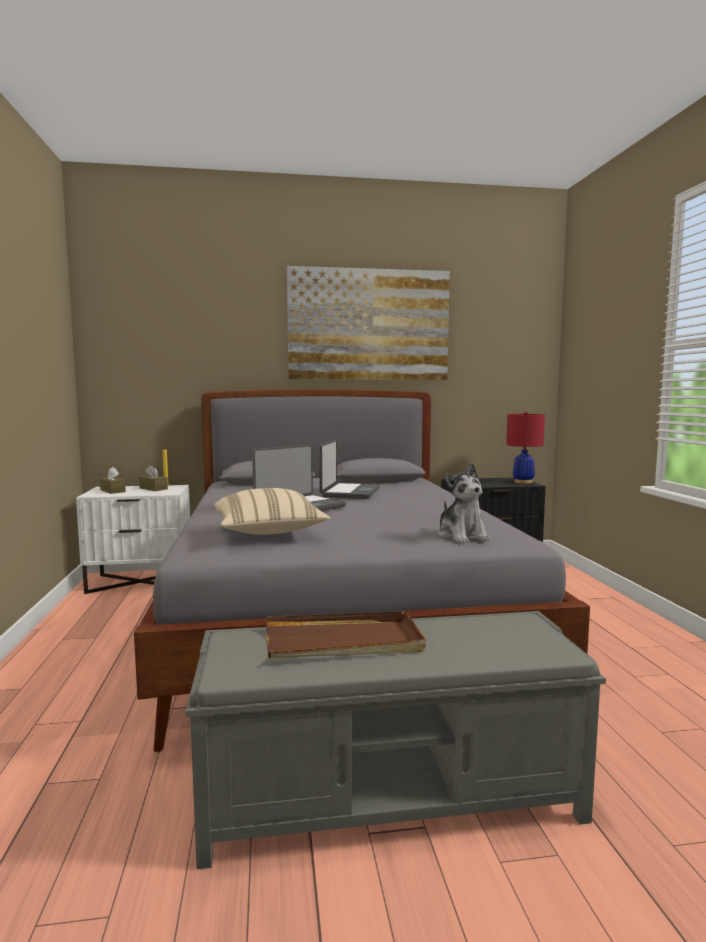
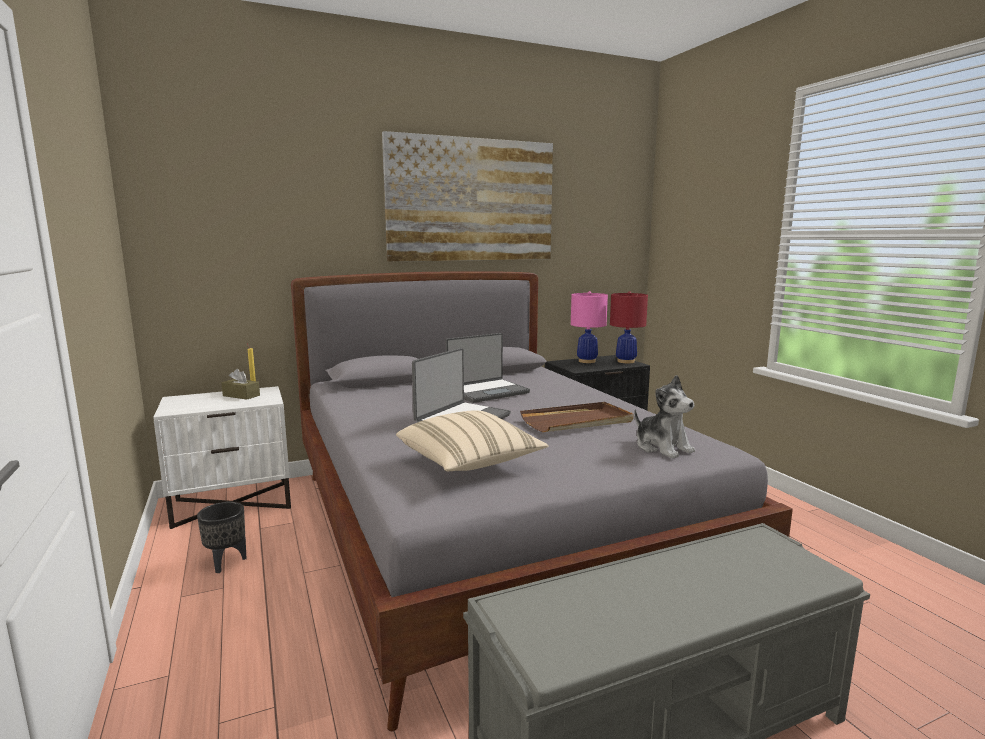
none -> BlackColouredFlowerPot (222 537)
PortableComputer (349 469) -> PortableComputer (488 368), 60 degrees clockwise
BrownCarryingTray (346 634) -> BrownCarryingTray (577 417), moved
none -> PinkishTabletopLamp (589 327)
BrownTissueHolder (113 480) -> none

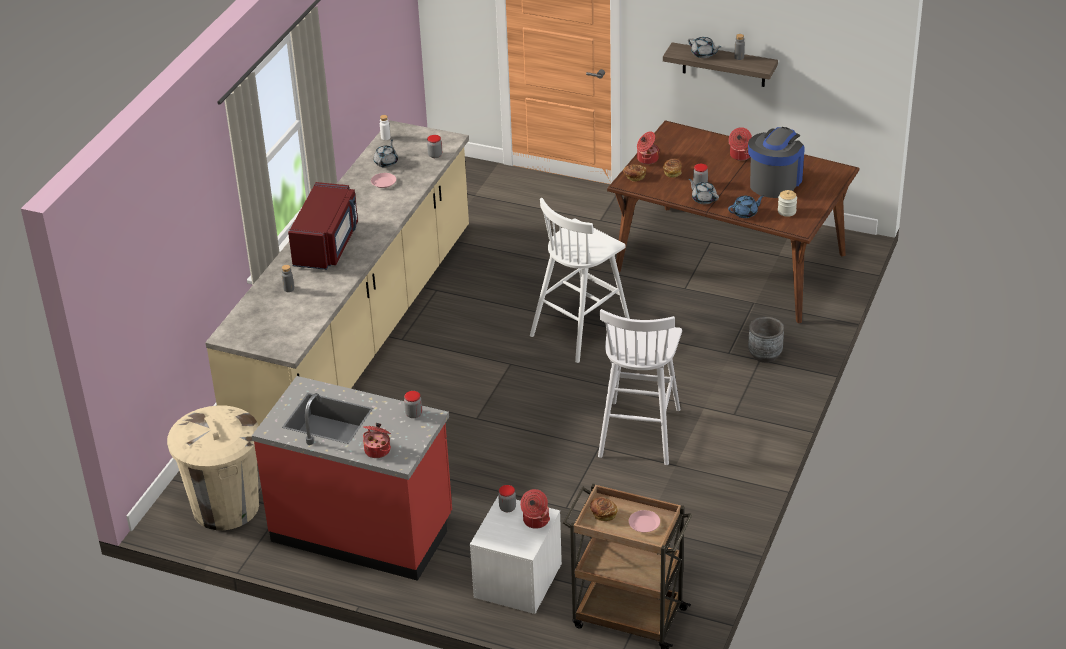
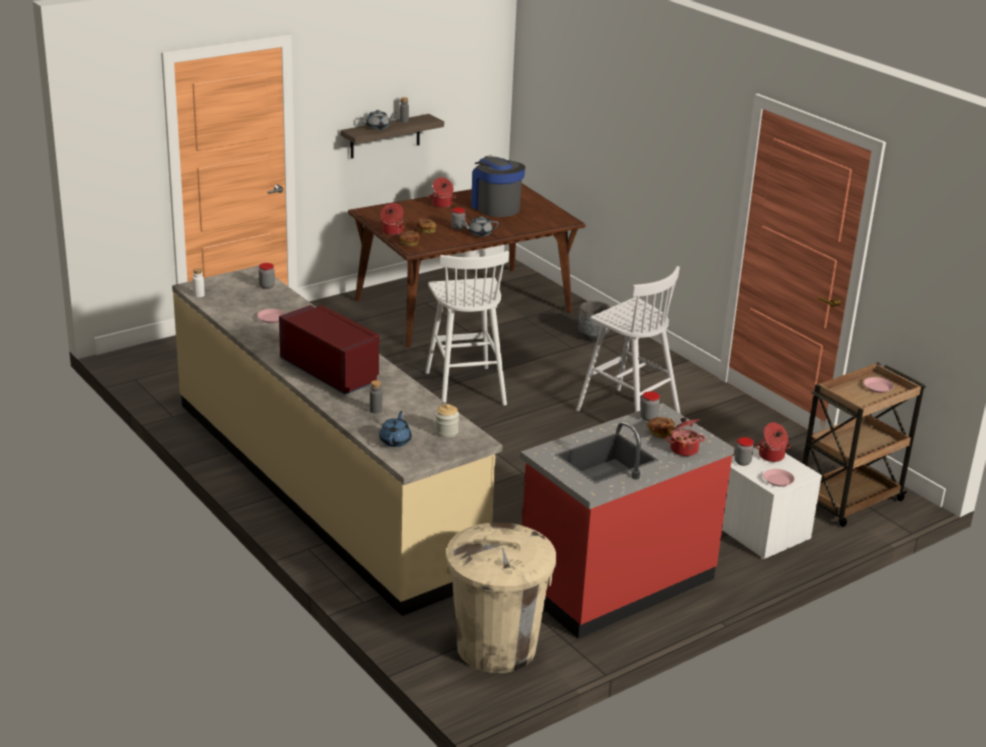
BlueTeaPot (746 206) -> BlueTeaPot (395 429), moved
PreserveJar (787 203) -> PreserveJar (447 421), moved
BakeryBread (604 509) -> BakeryBread (661 428), moved
none -> PinkishPlate (779 478)
GreyishTeaPot (386 153) -> none

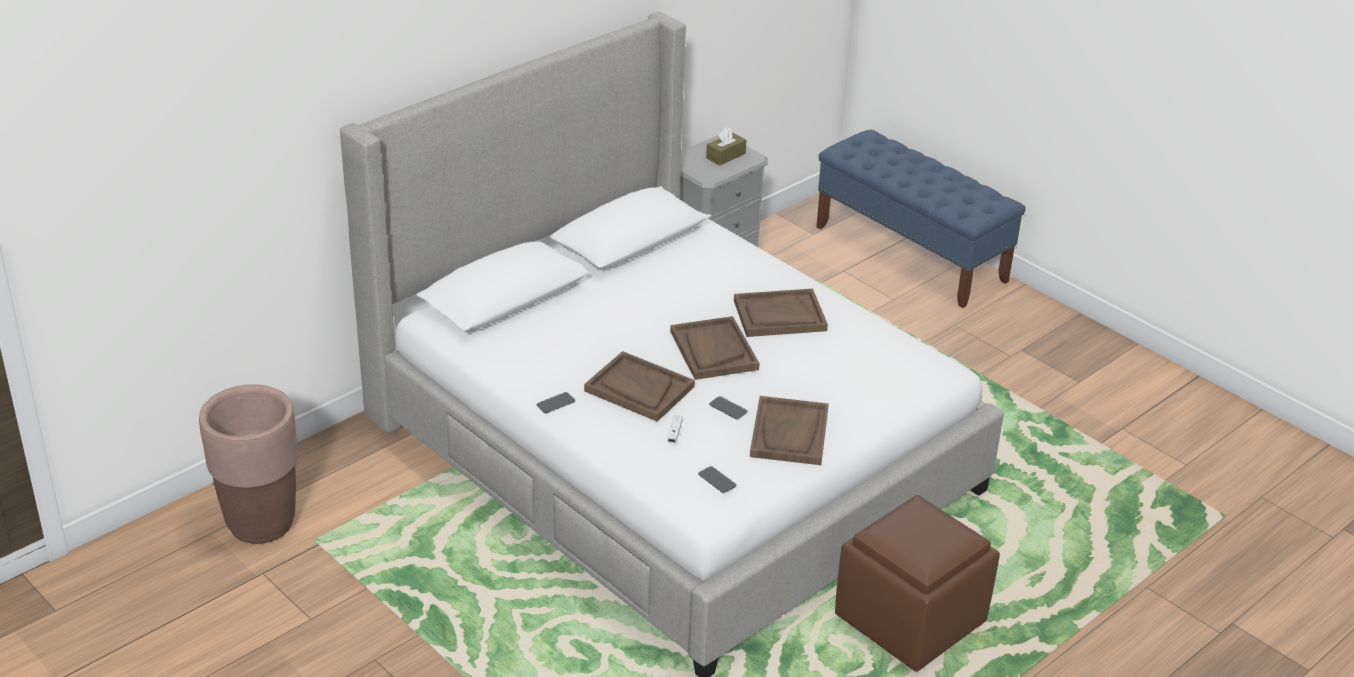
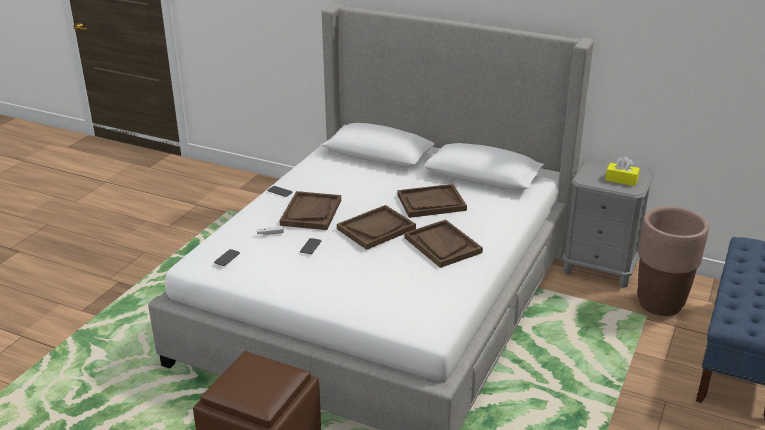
BrownCarryingTray (789 430) -> BrownCarryingTray (432 201), moved
BrownTissueHolder (726 146) -> YellowishTissueHolder (622 171)
BrownFlowerPot (248 464) -> BrownFlowerPot (673 261), moved

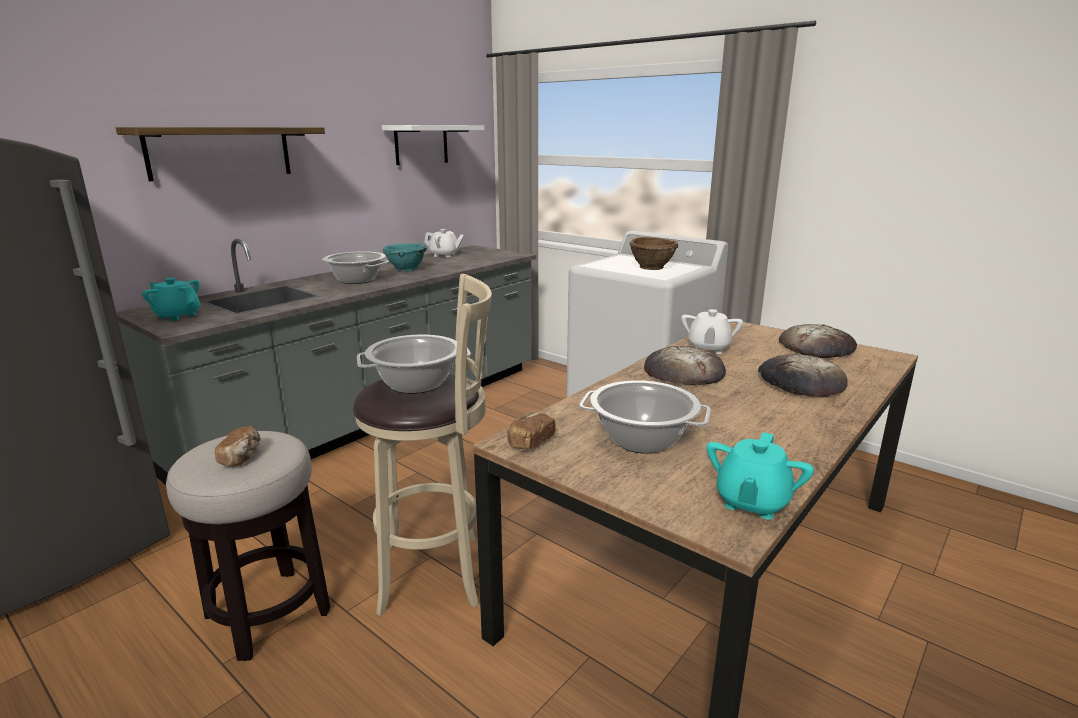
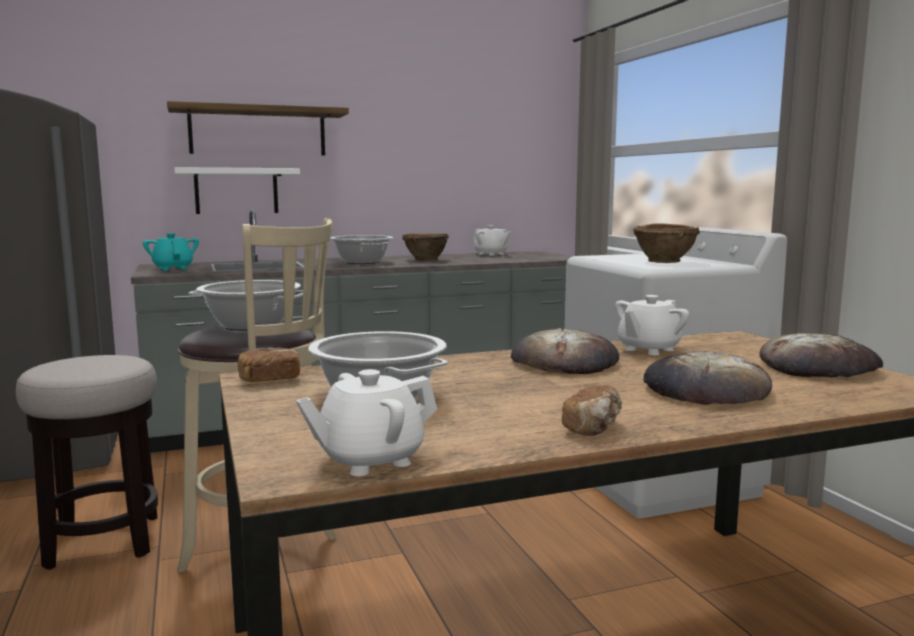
WhiteShelf (433 145) -> WhiteShelf (237 190), moved
BlueGreenTeaPot (760 475) -> WhiteTeaPot (366 422)
BlueGreenServingBowl (404 257) -> BrownServingBowl (425 247)
BakeryBread (237 446) -> BakeryBread (592 410), moved

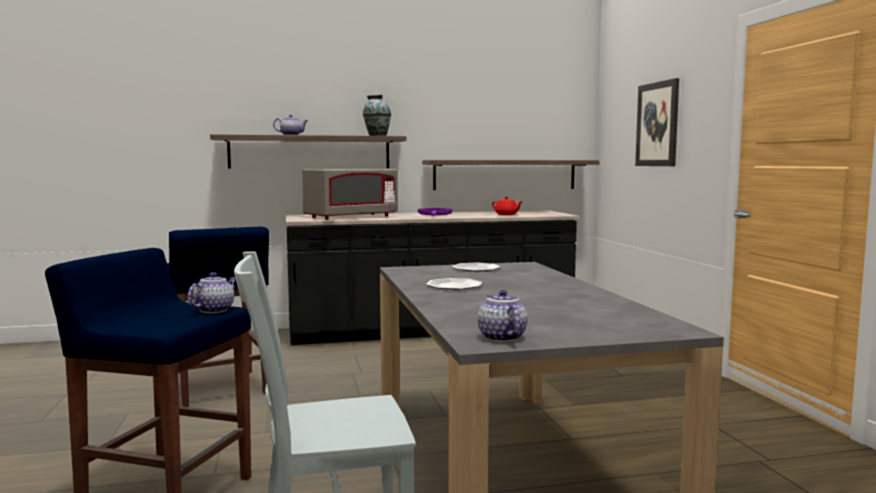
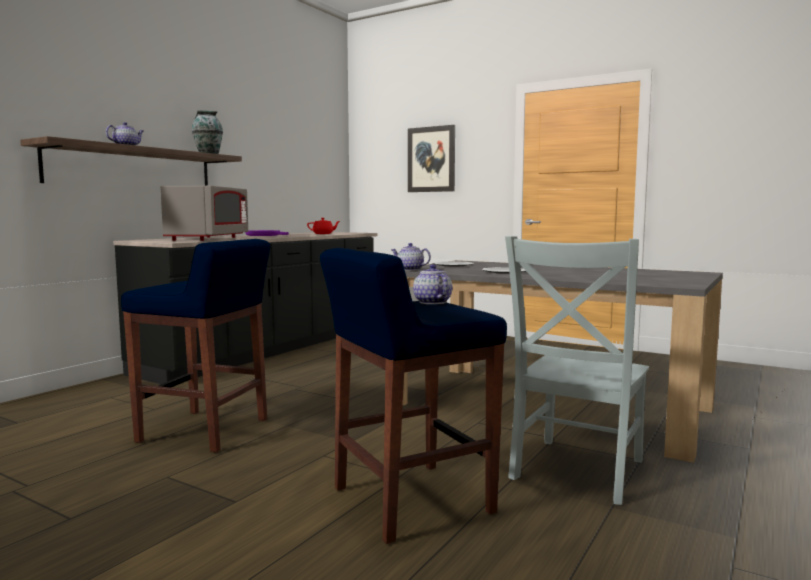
TeaPot (503 316) -> TeaPot (411 257), moved
Shelf (511 175) -> none

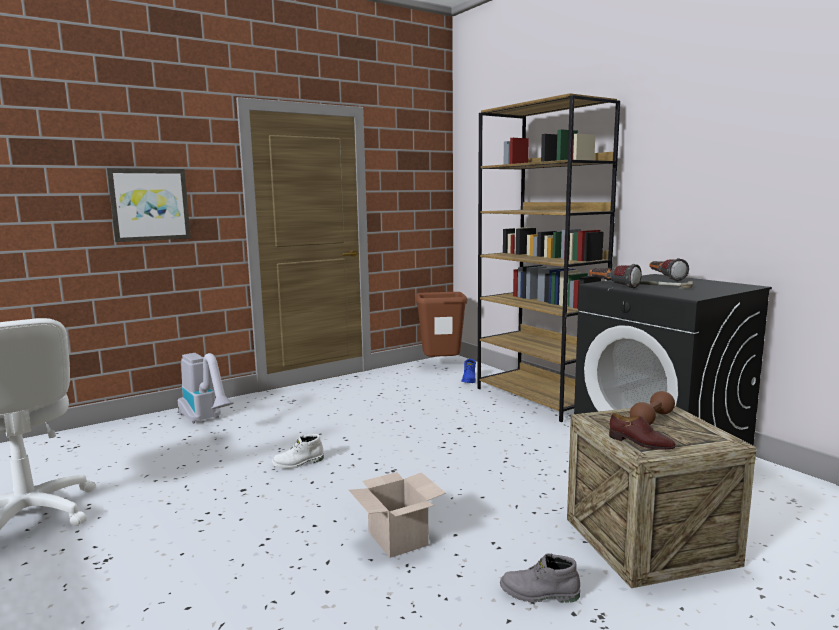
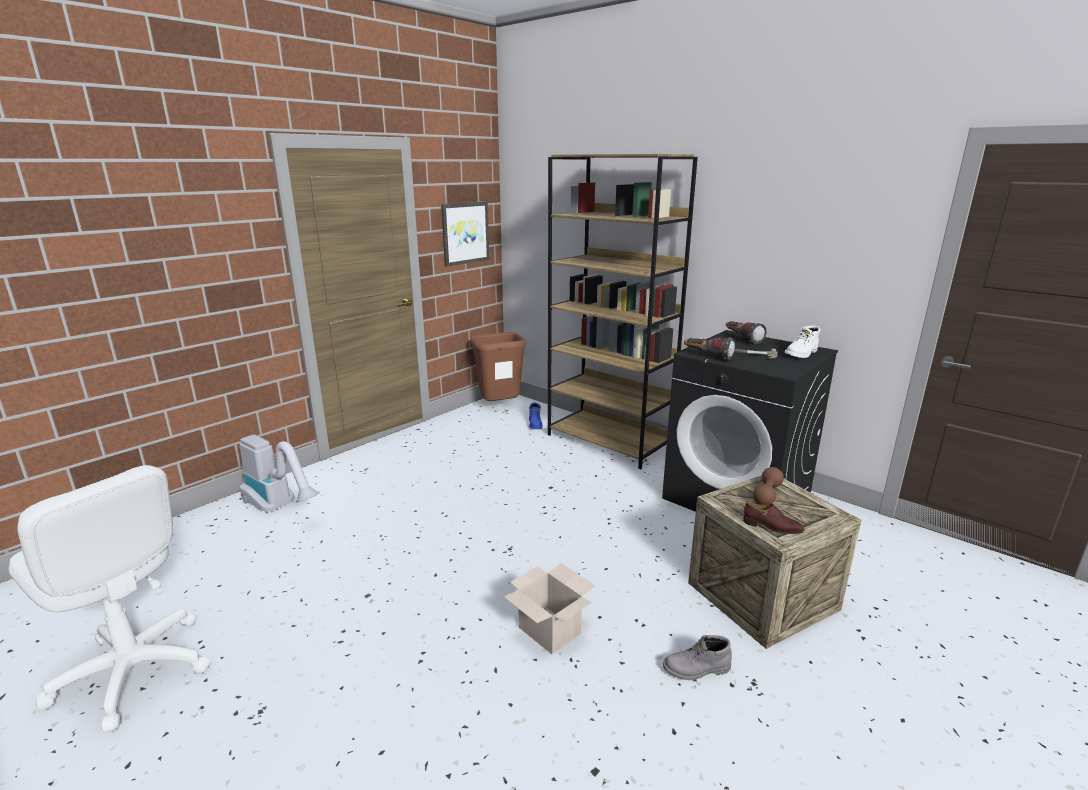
WallArt (149 205) -> WallArt (465 234), moved
WhiteTallBoot (298 451) -> WhiteTallBoot (803 342), moved

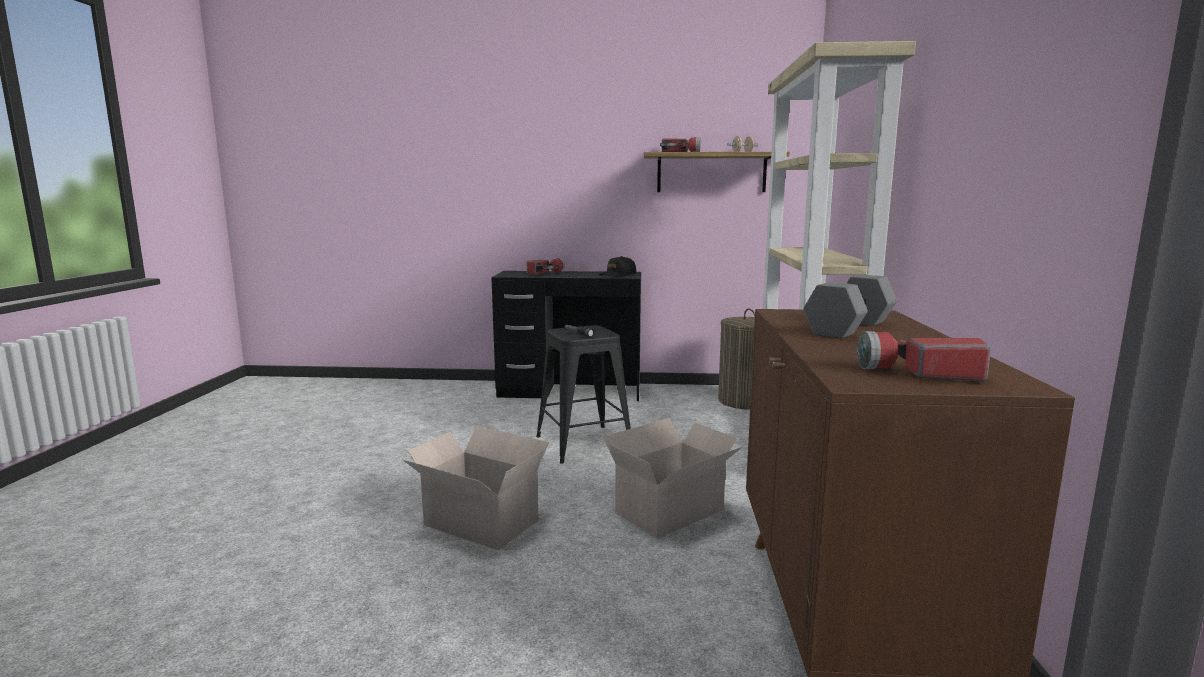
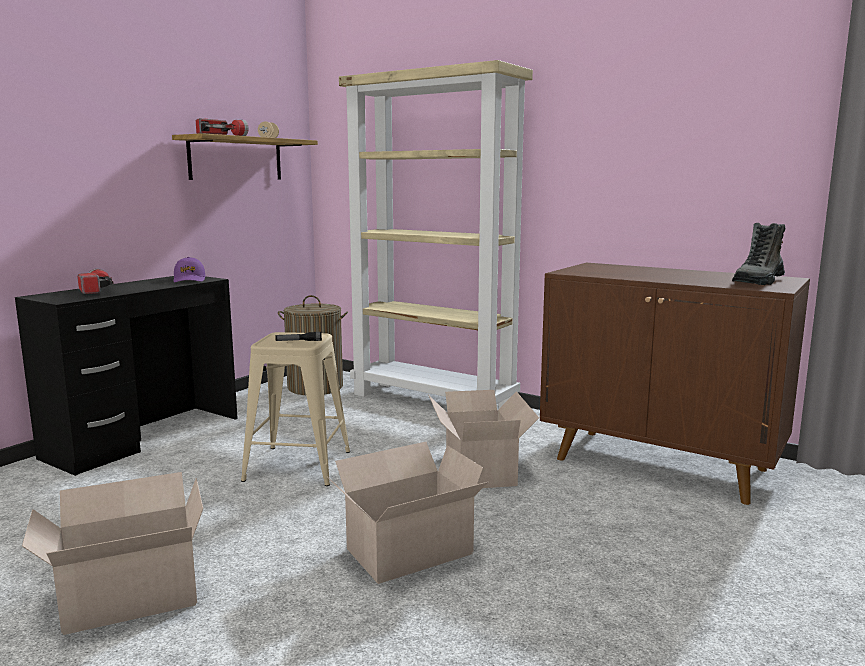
none -> CardboardBox (112 553)
BlackColouredBaseballCap (617 266) -> PurplishBaseballCap (189 269)
BlackColouredStoolSeat (583 394) -> BeigeStoolSeat (295 409)
Flashlight (924 356) -> TallBoot (758 254)
GreyishDumbbell (850 306) -> none

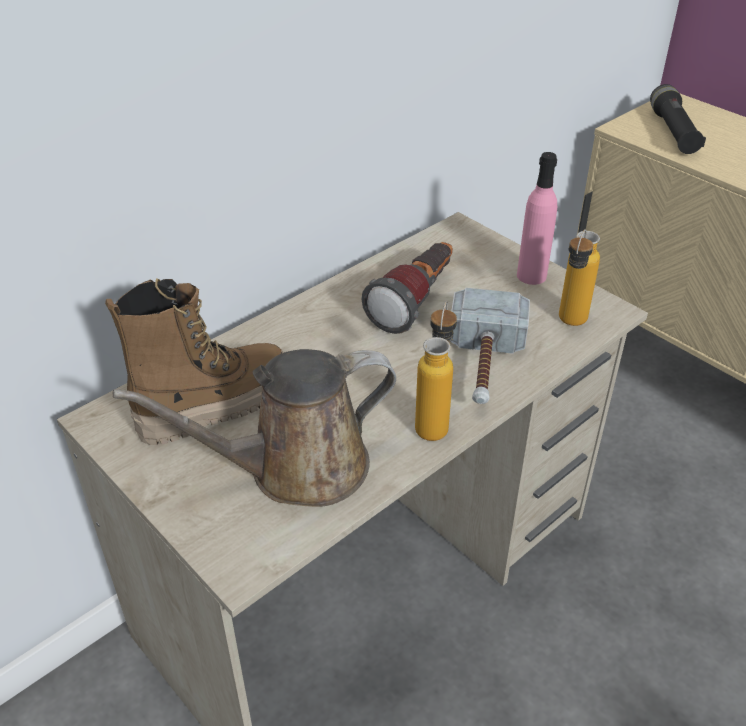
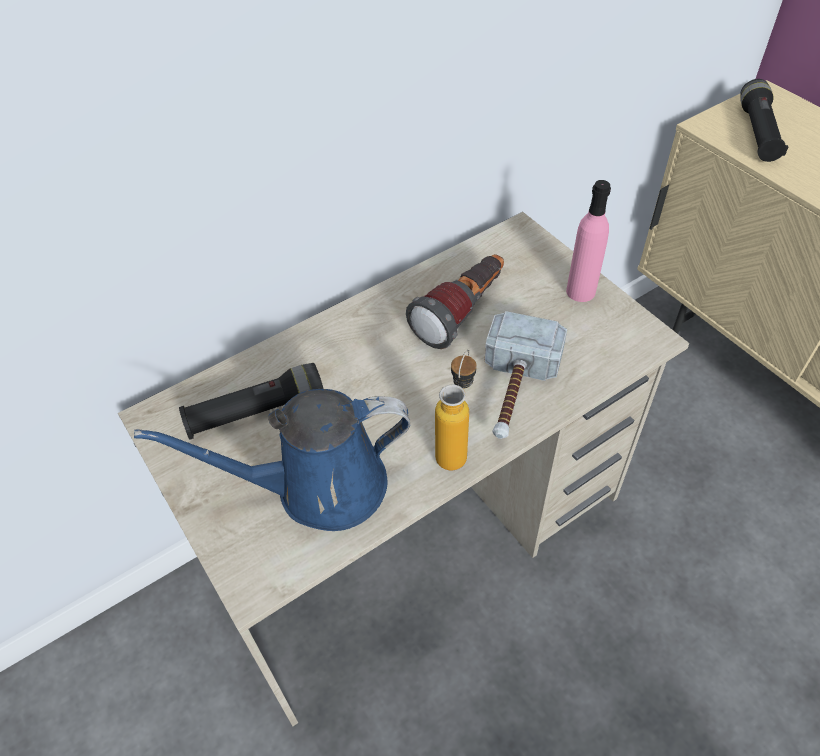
BrownSprinklingCan (254 428) -> BlueSprinklingCan (272 460)
TallBoot (194 361) -> BlackColouredFlashlight (251 401)
DrinkBottle (579 277) -> none

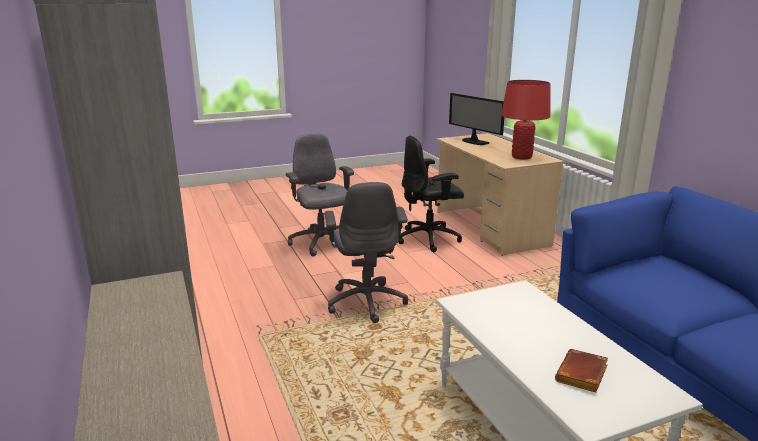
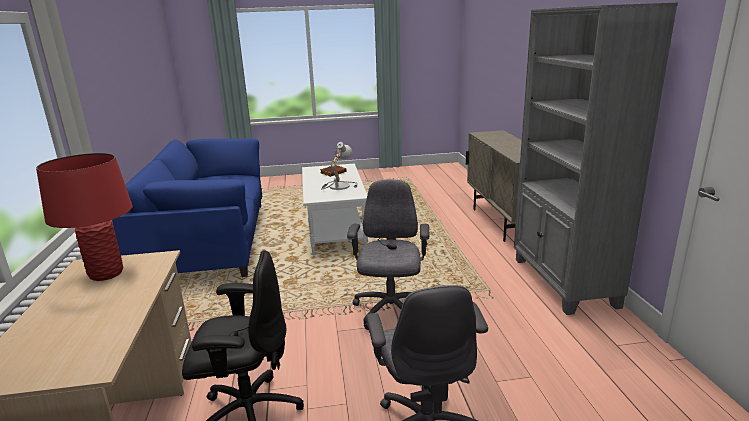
none -> TabletopLamp (339 166)
Monitor (476 119) -> none

